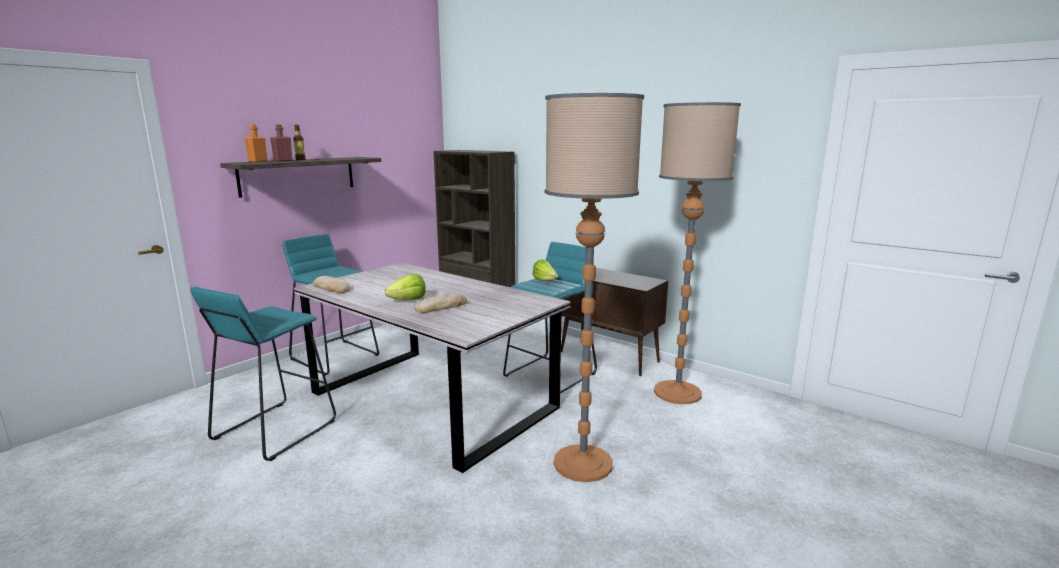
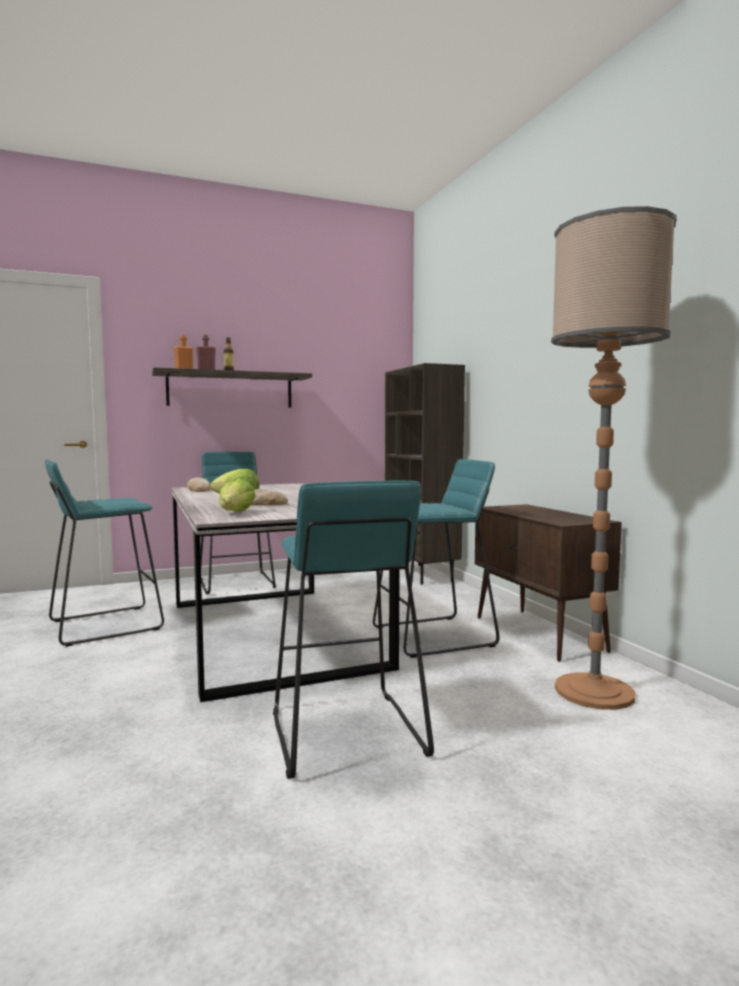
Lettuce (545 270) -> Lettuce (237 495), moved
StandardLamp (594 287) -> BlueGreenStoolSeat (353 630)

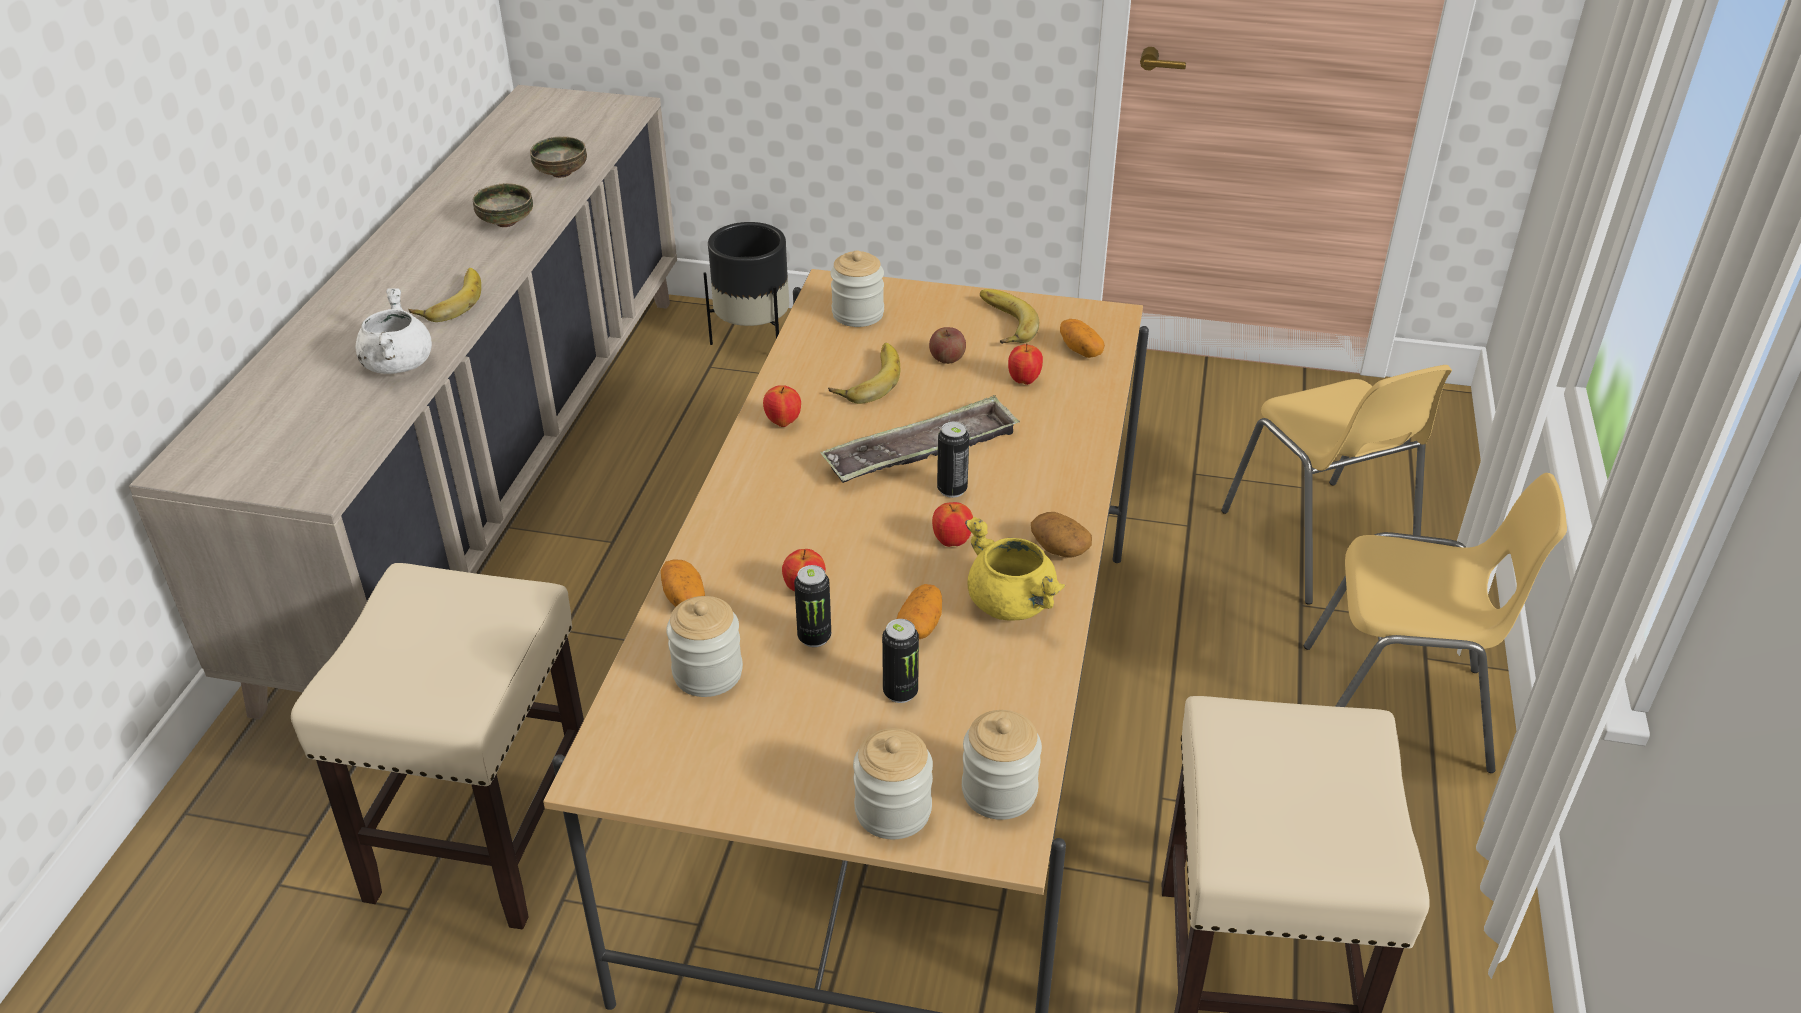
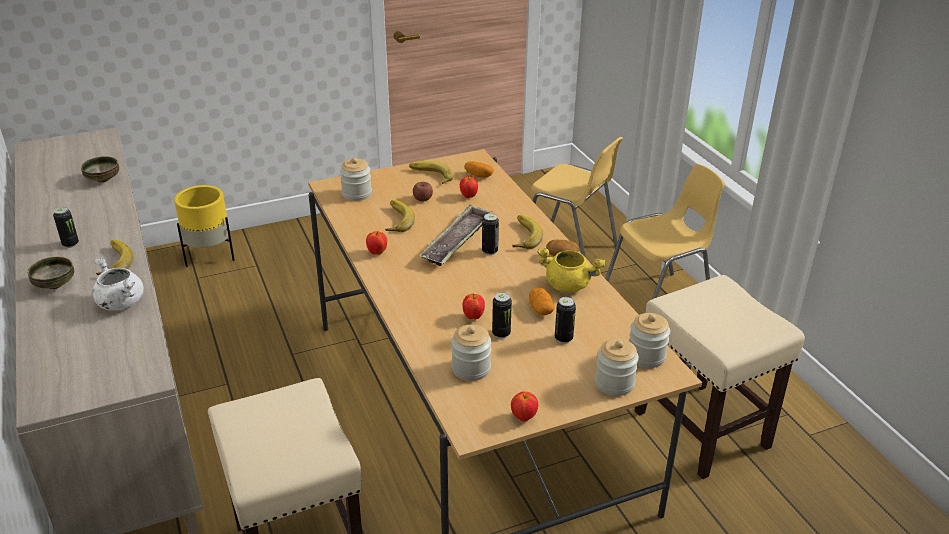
ServingBowl (503 205) -> ServingBowl (51 273), moved
none -> SealedCan (66 227)
BlackColouredFlowerPot (746 283) -> YellowishFlowerPot (204 226)
AppleFruit (952 524) -> AppleFruit (524 407), moved
none -> WholeBanana (528 232)
Potato (683 583) -> none

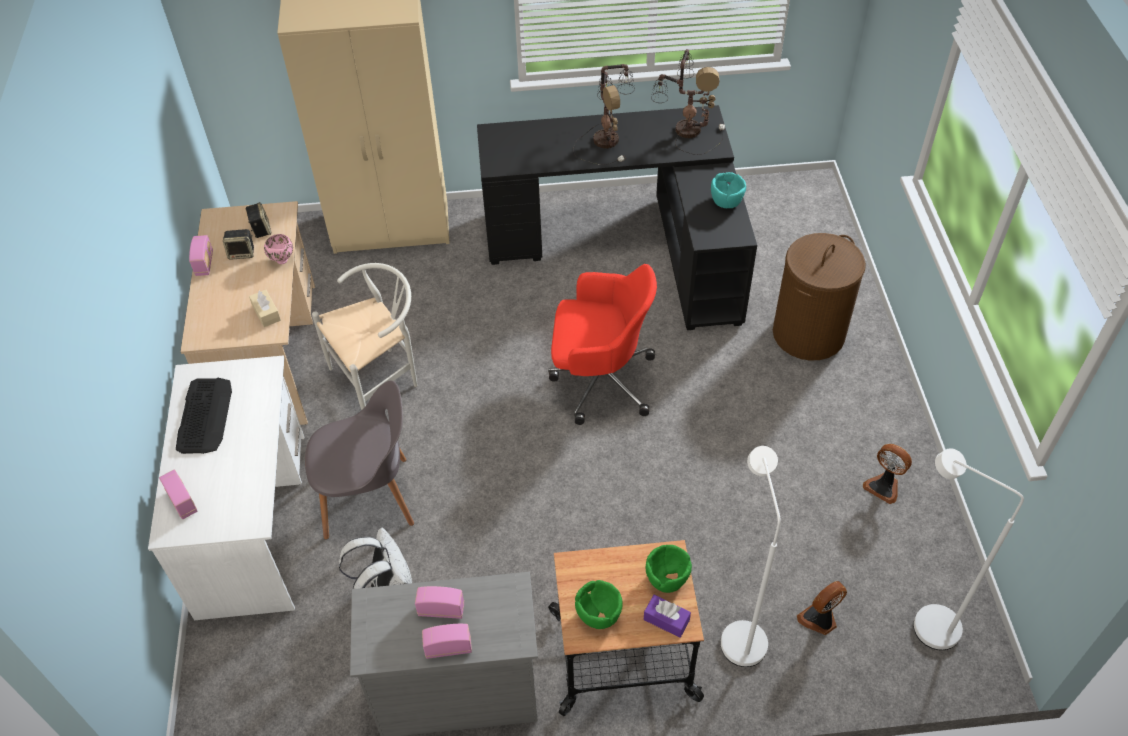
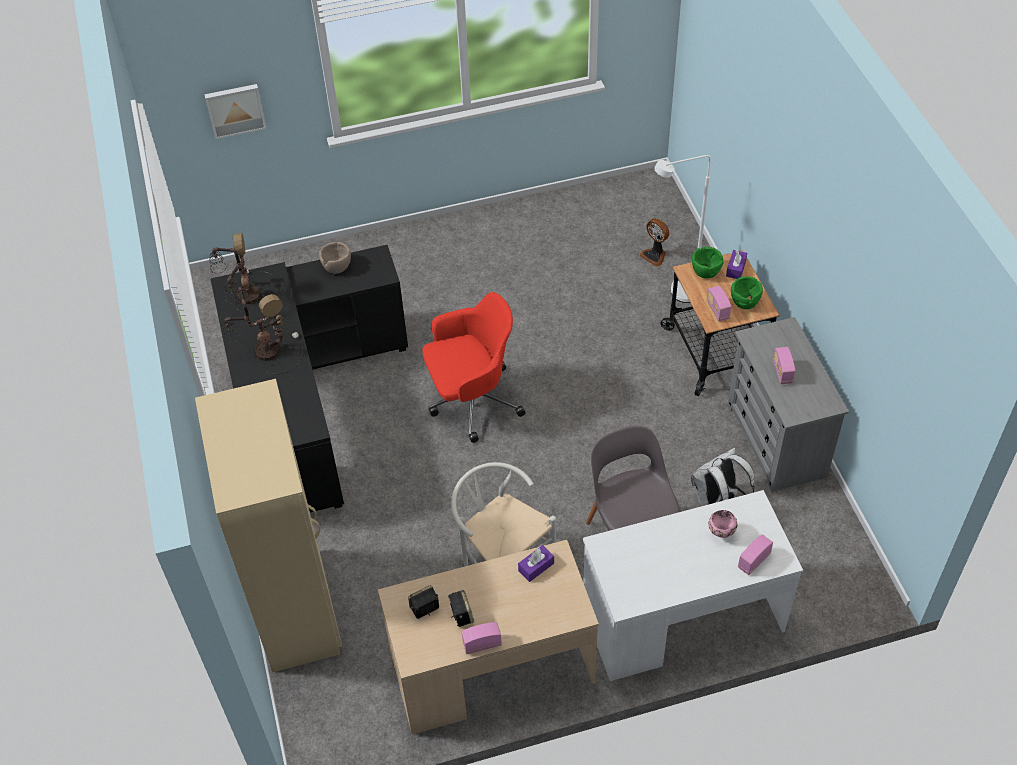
none -> WallArt (235 111)
BlueGreenServingBowl (728 190) -> BrownServingBowl (335 258)
RedDeskChair (602 344) -> RedDeskChair (474 367), 75 degrees clockwise
BeigeTissueHolder (265 308) -> PurplishTissueHolder (536 563)
RadioReceiver (447 641) -> RadioReceiver (719 303), moved
PinkishServingBowl (278 249) -> PinkishServingBowl (722 524), moved
PcKeyboard (204 416) -> none
BrownLaundryBasket (819 297) -> none
Fan (887 474) -> none
WhiteStandardLamp (968 549) -> none

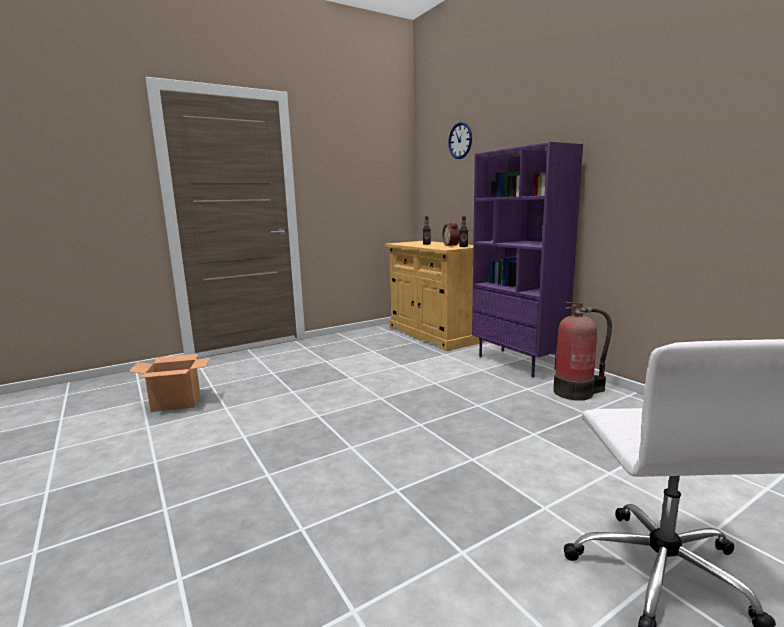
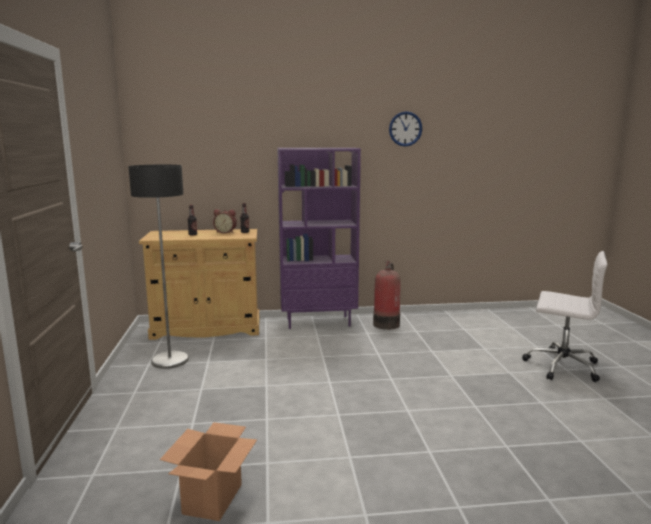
none -> StandardLamp (158 267)
HangingClock (460 140) -> HangingClock (405 128), moved

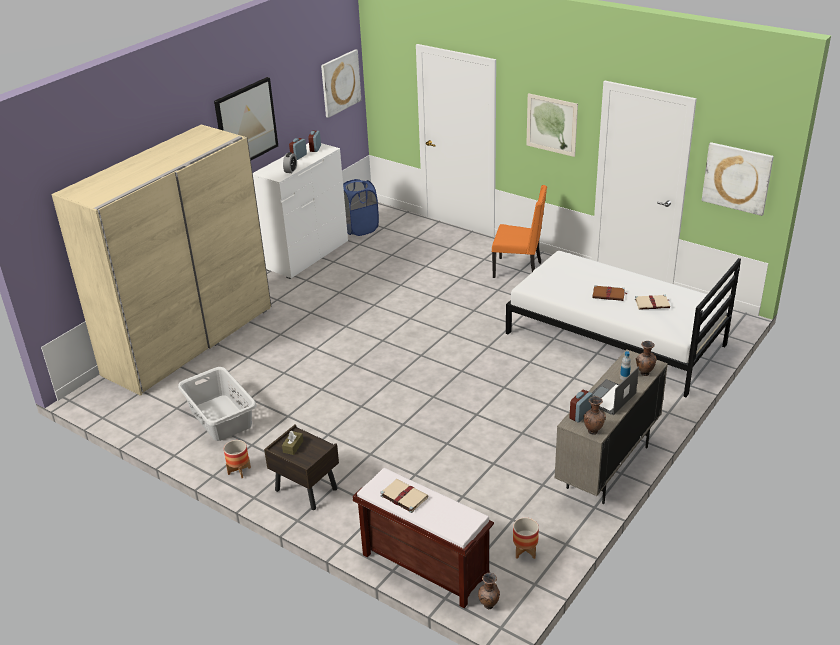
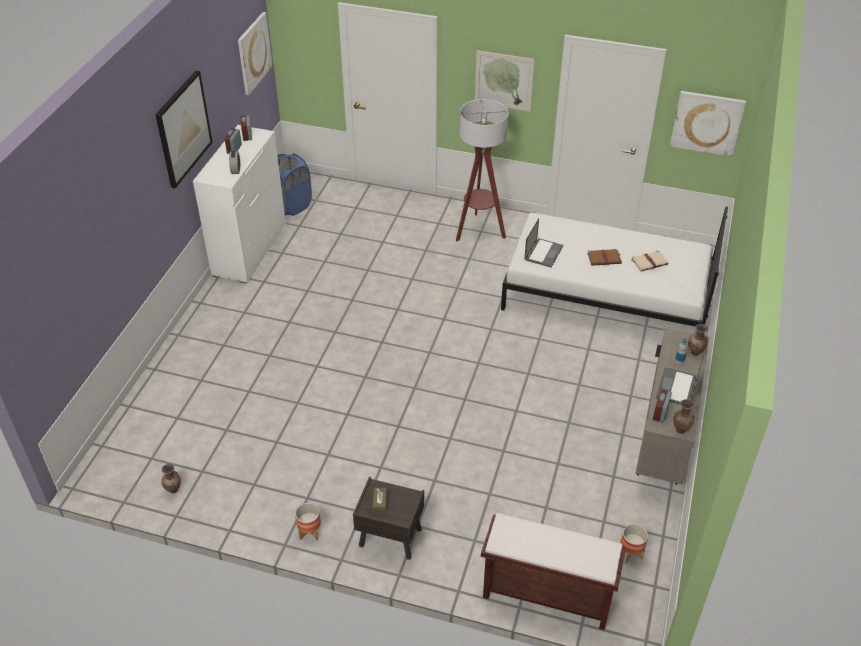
BrownDecorativeVase (489 591) -> BrownDecorativeVase (171 478), moved
OrangeyChair (519 231) -> StandardLamp (482 170)
none -> PortableComputer (543 243)
BeigeWardrobe (161 260) -> none
GreyishLaundryBasket (217 404) -> none
BeigeVolume (404 496) -> none

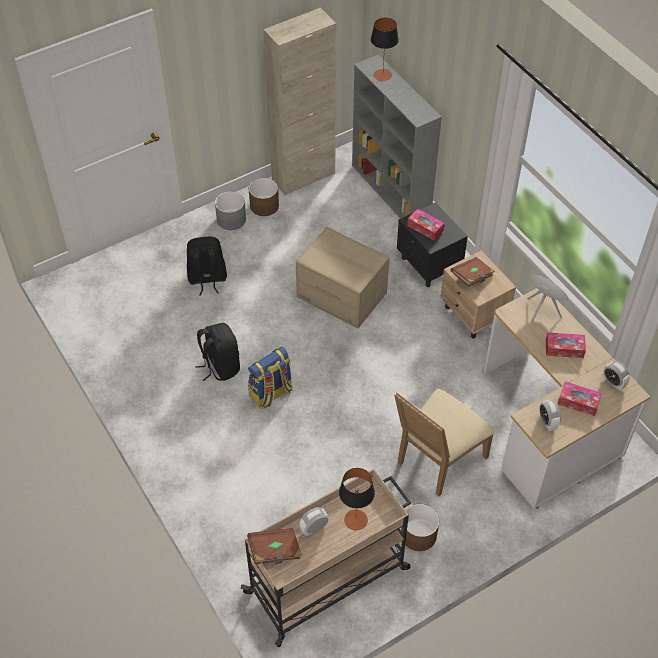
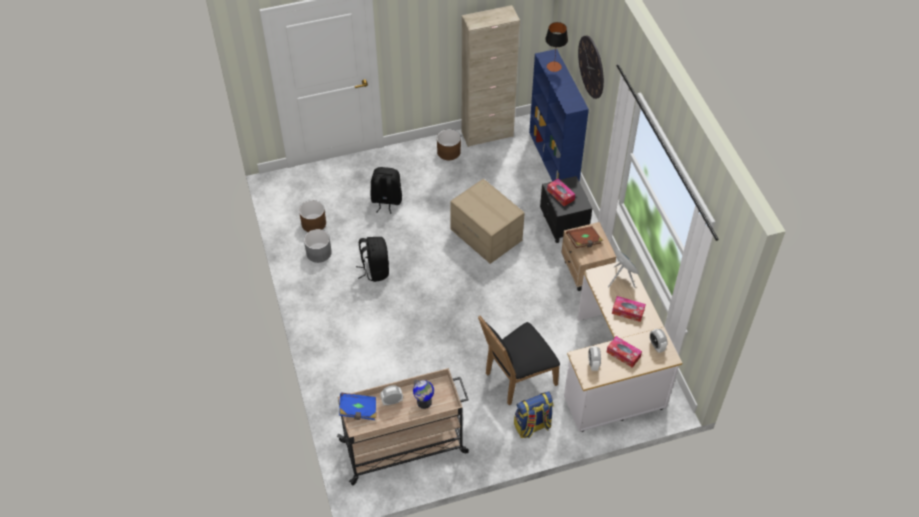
BrownFlowerPot (420 527) -> BrownFlowerPot (312 216), moved
GreyishFlowerPot (230 210) -> GreyishFlowerPot (318 246), moved
BrownVolume (274 546) -> BlueVolume (357 406)
TabletopLamp (357 499) -> WorldGlobe (423 394)
BeigeChair (444 442) -> BlackColouredChair (519 360)
Backpack (270 378) -> Backpack (534 414), moved
GreyishShelvingUnit (397 137) -> BlueShelvingUnit (559 115)
none -> HangingClock (591 67)

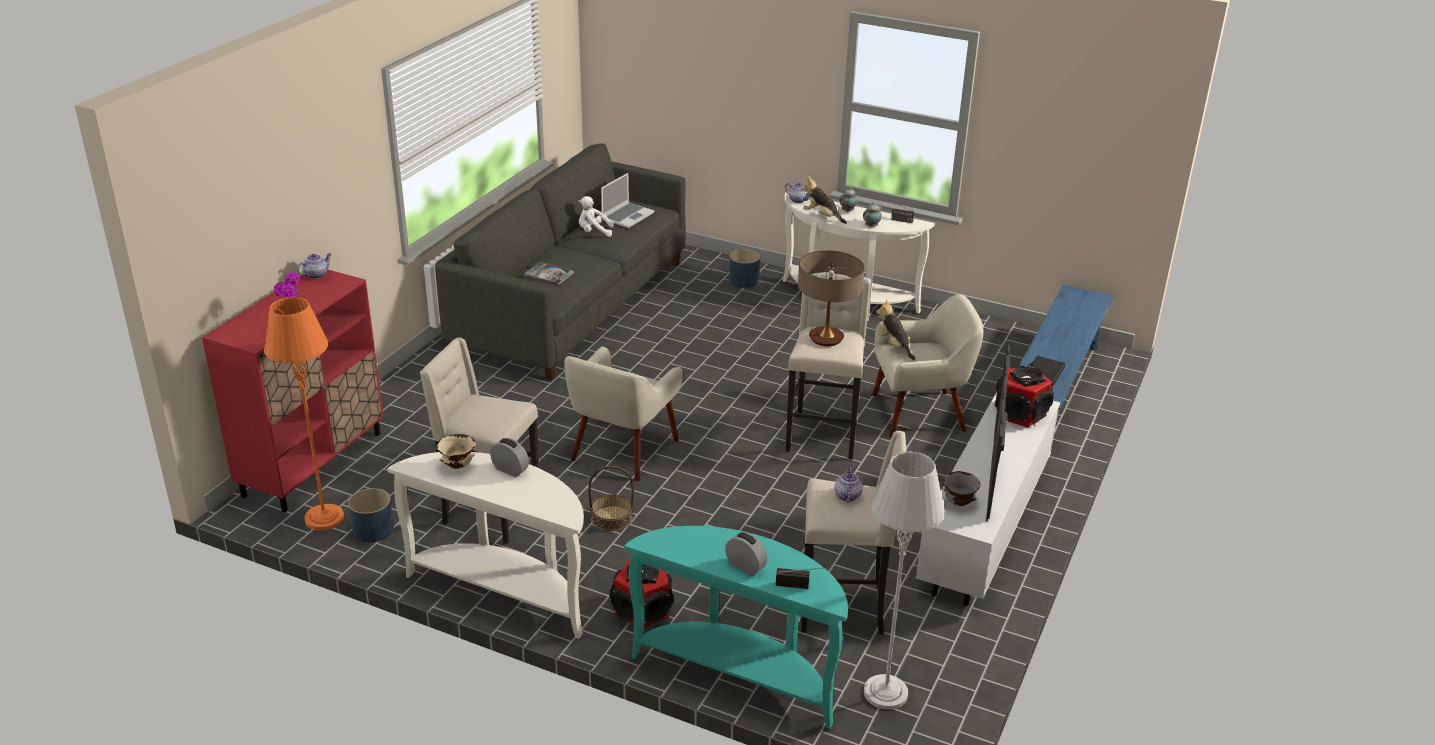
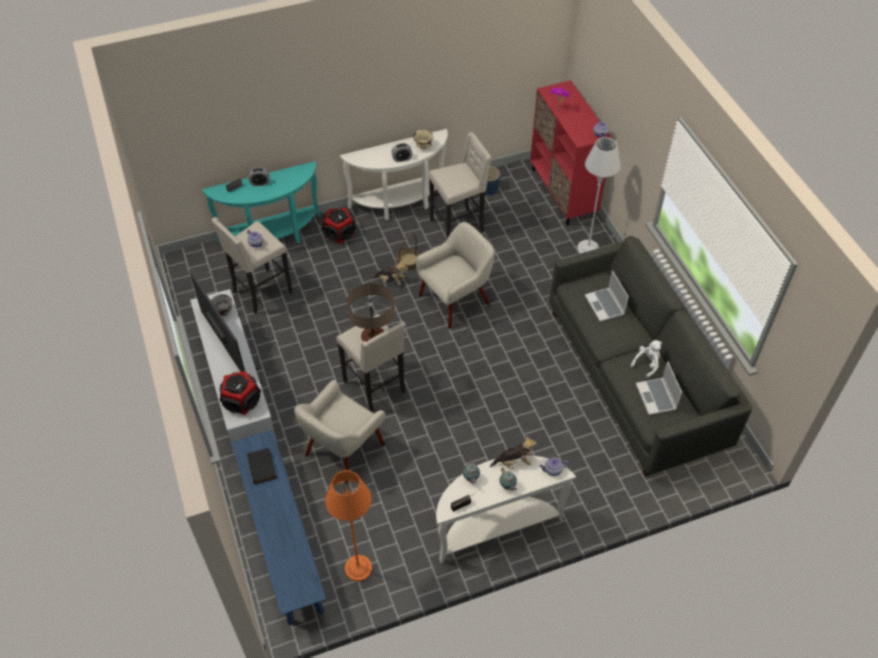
OrangeyStandardLamp (304 414) -> OrangeyStandardLamp (348 526), moved
SoftToy (895 330) -> SoftToy (390 272), moved
BeigeArmchair (623 413) -> BeigeArmchair (455 275), 75 degrees clockwise
GreyishStandardLamp (904 580) -> GreyishStandardLamp (599 195), moved
Volume (548 273) -> PortableComputer (607 296)
BlueFlowerPot (744 268) -> none

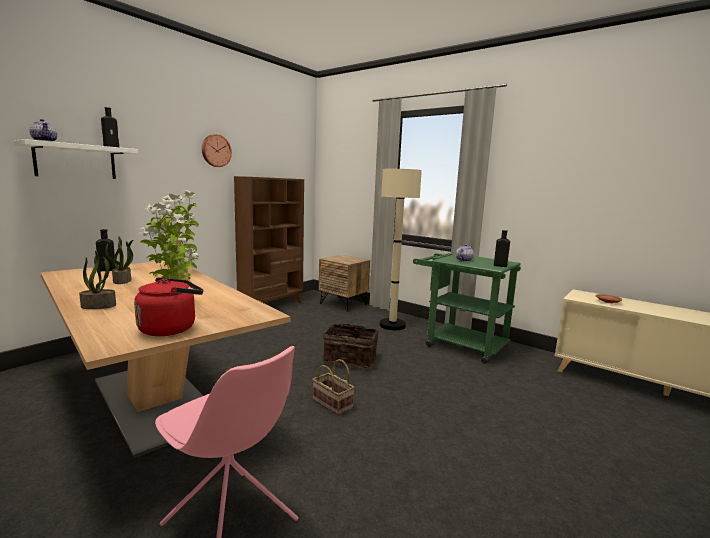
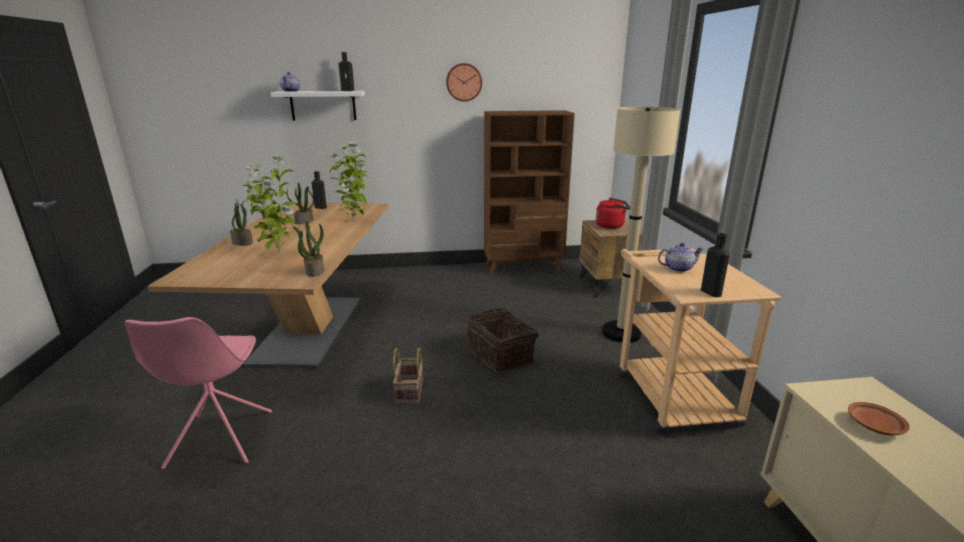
none -> Houseplant (308 248)
RedKettle (168 306) -> RedKettle (613 213), moved
GreenishTrolley (467 308) -> BeigeTrolley (699 340)

